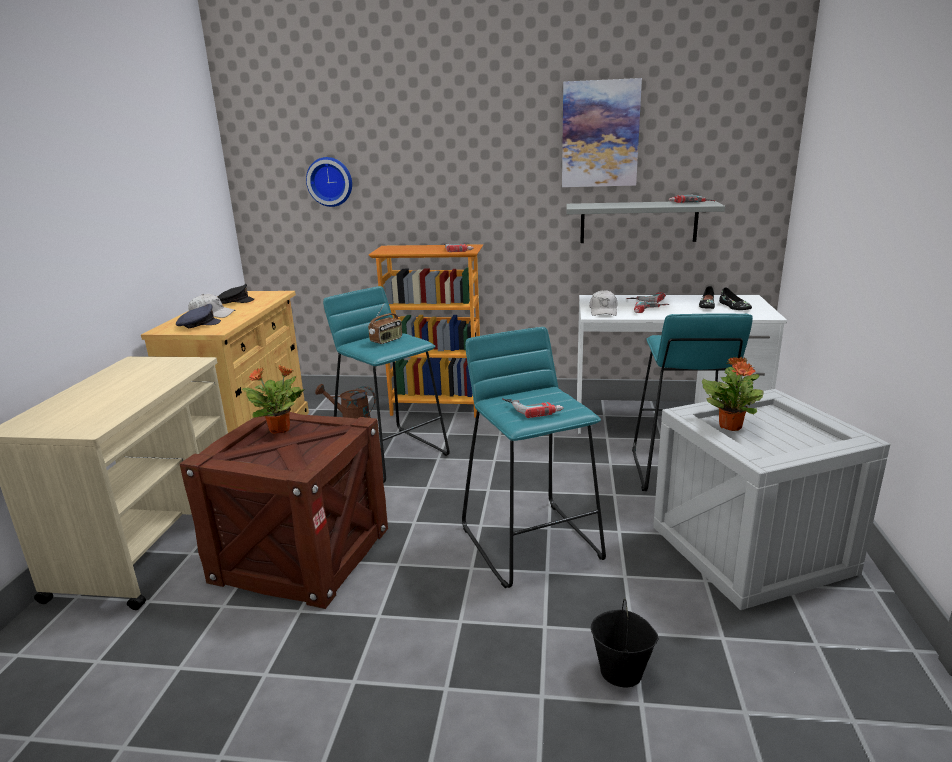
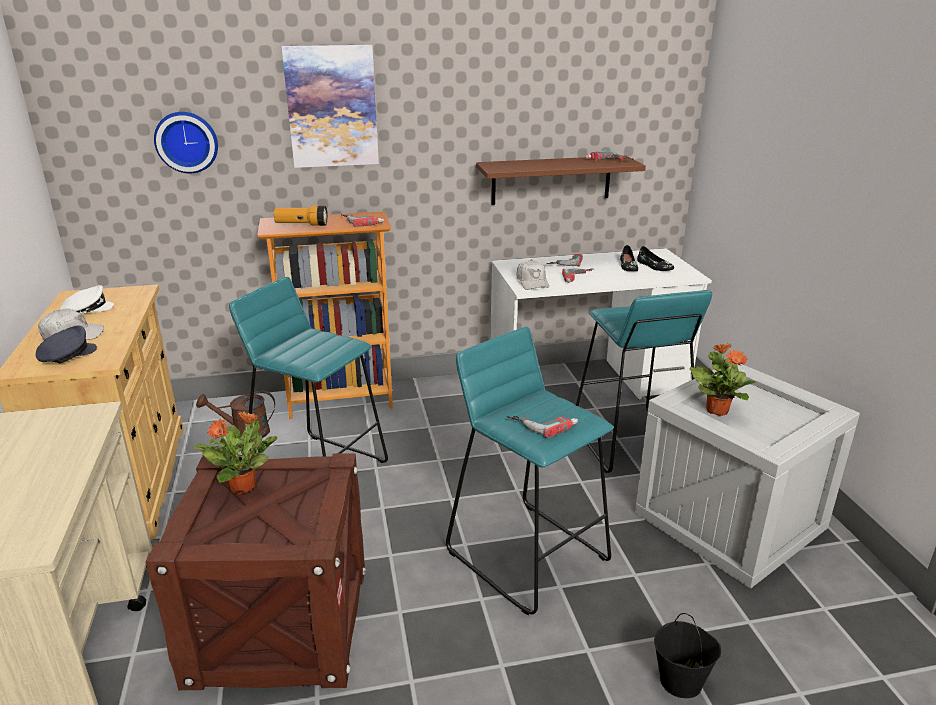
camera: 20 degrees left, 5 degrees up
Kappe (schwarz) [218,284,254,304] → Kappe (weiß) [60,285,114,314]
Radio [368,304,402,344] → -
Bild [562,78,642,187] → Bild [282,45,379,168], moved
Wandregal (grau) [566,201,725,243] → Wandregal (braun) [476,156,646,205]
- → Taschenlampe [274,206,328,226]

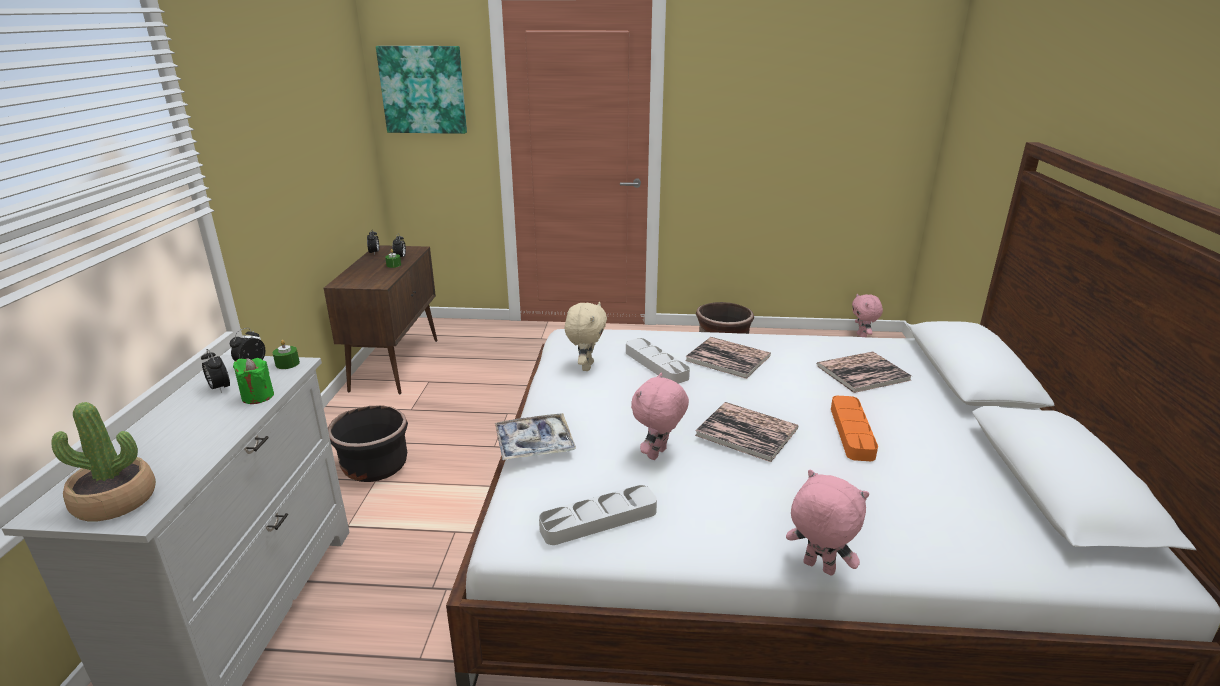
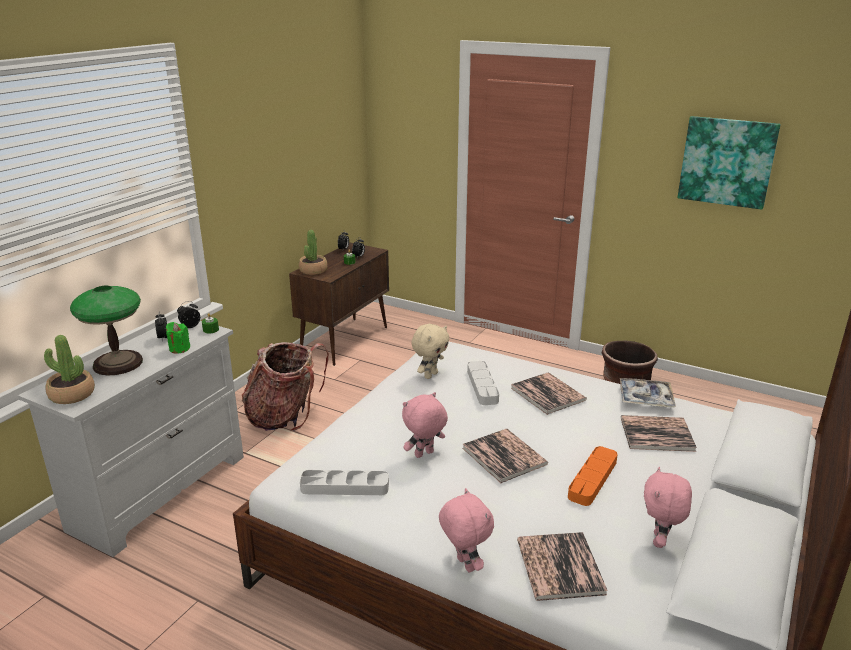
camera: 25 degrees right, 0 degrees up
Pflanzkübel (schwarz) [328,405,408,482] → Rucksack [242,342,329,431]
Bild [376,46,467,134] → Bild [678,116,781,210], moved
Tablett [495,413,576,460] → Tablett [620,378,676,408], moved
Plüschtier (rosa) [852,294,883,337] → Plüschtier (rosa) [644,467,692,548], moved
- → Tischlampe [70,286,143,376]
- → Topfpflanze [299,230,327,275]
- → Buch [517,532,608,601]

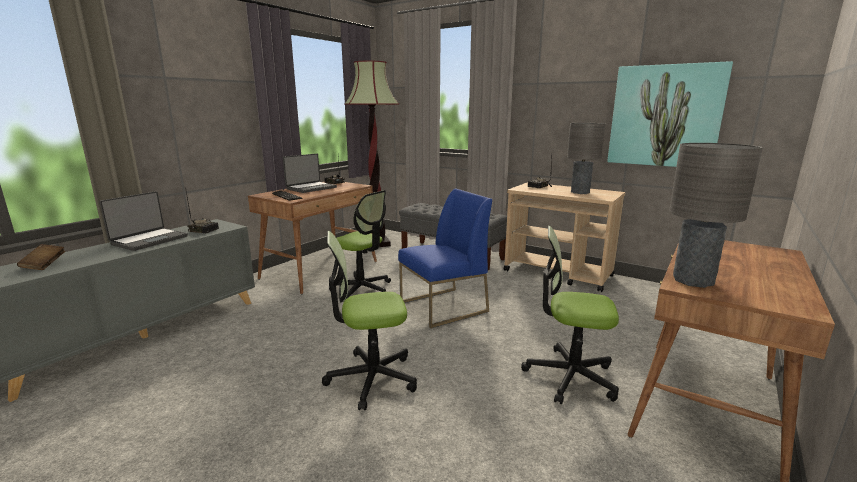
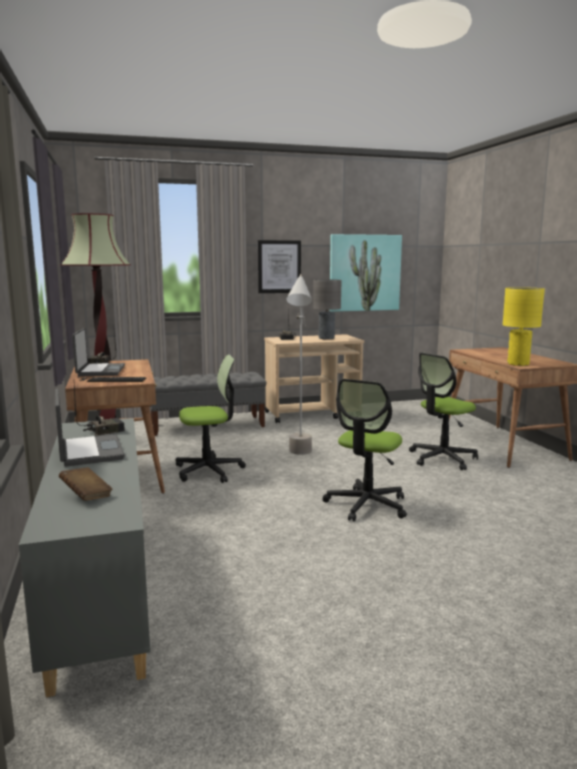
camera: 50 degrees left, 5 degrees down
Stuhl (blau) [398,188,492,328] → Stehlampe (grau) [286,274,312,455]
Tischlampe (grau) [669,143,763,288] → Tischlampe (gelb) [503,287,545,366]
- → Bild [258,240,301,293]

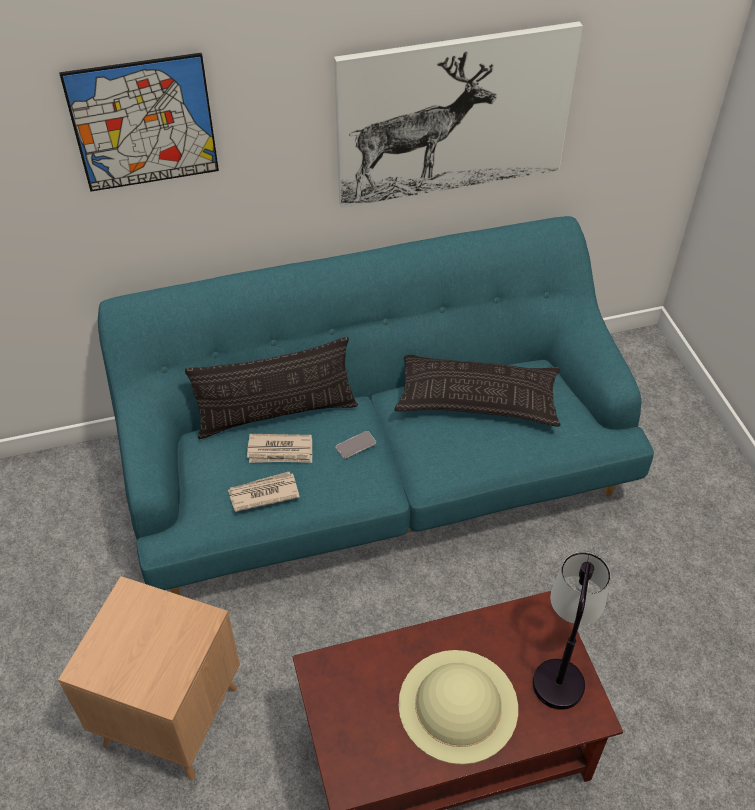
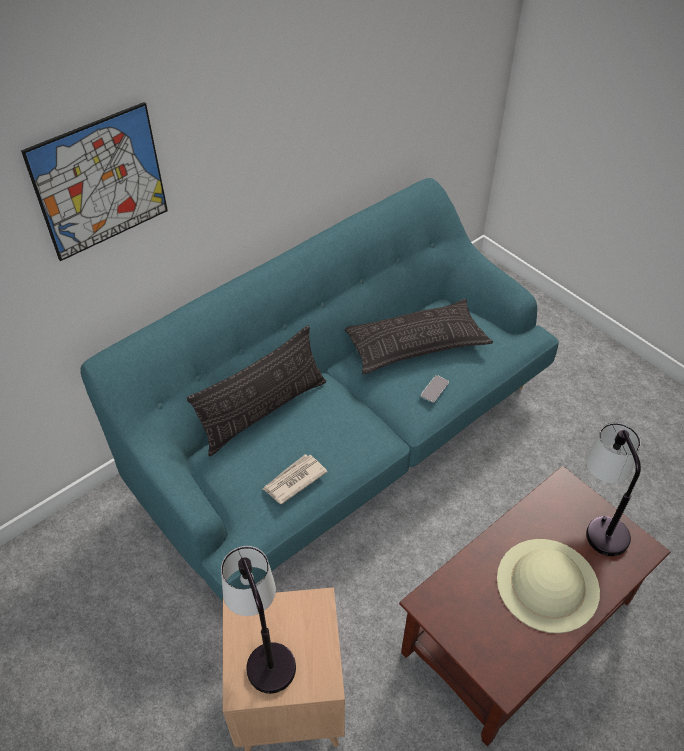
camera: 25 degrees left, 0 degrees up
Zeitung [247,434,312,463] → -
Bild [334,22,583,208] → -
Handy [336,431,376,459] → Handy [421,375,449,403], moved
- → Tischlampe [221,546,296,694]

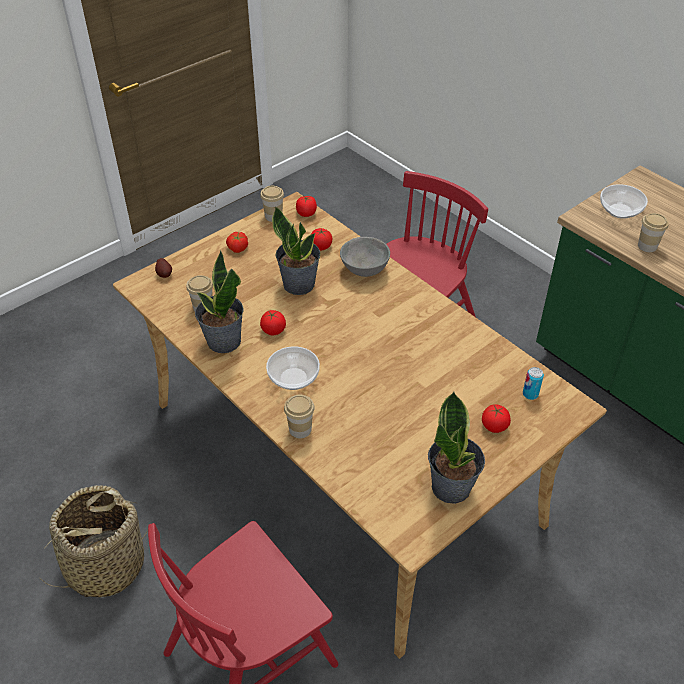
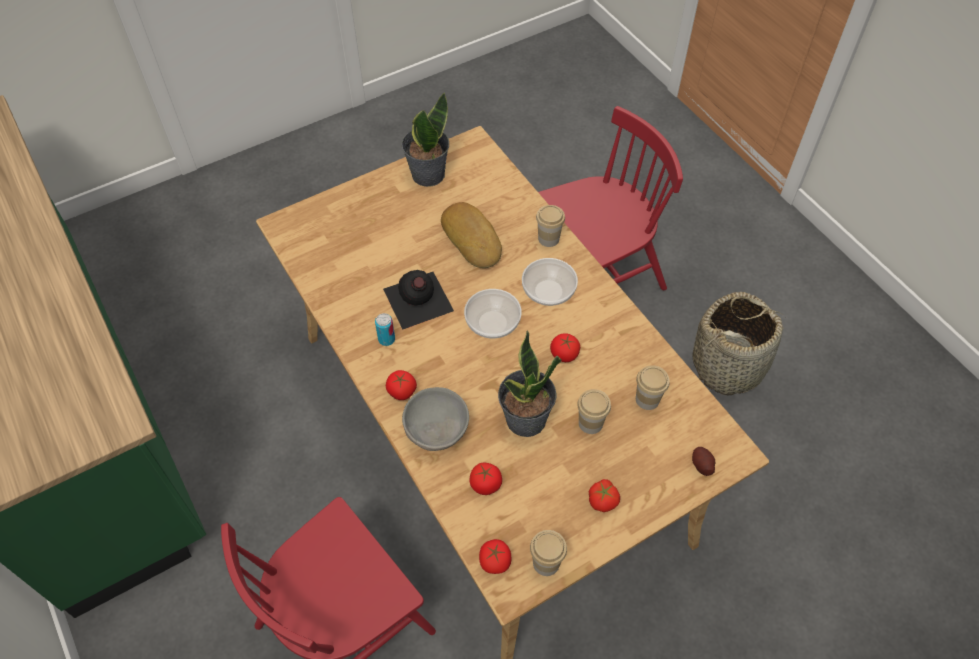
camera: 170 degrees left, 10 degrees up
Topfpflanze [195,250,243,353] → -
Tomate [482,404,511,433] → Tomate [386,370,417,400], moved
Dose [523,367,544,400] → Dose [375,313,395,346], moved
Schüssel [600,184,648,219] → Schüssel [464,289,522,338], moved
Tasse [638,213,669,252] → Tasse [577,389,611,434], moved
- → Flasche (schwarz) [383,270,454,330]
- → Brot [441,202,502,268]

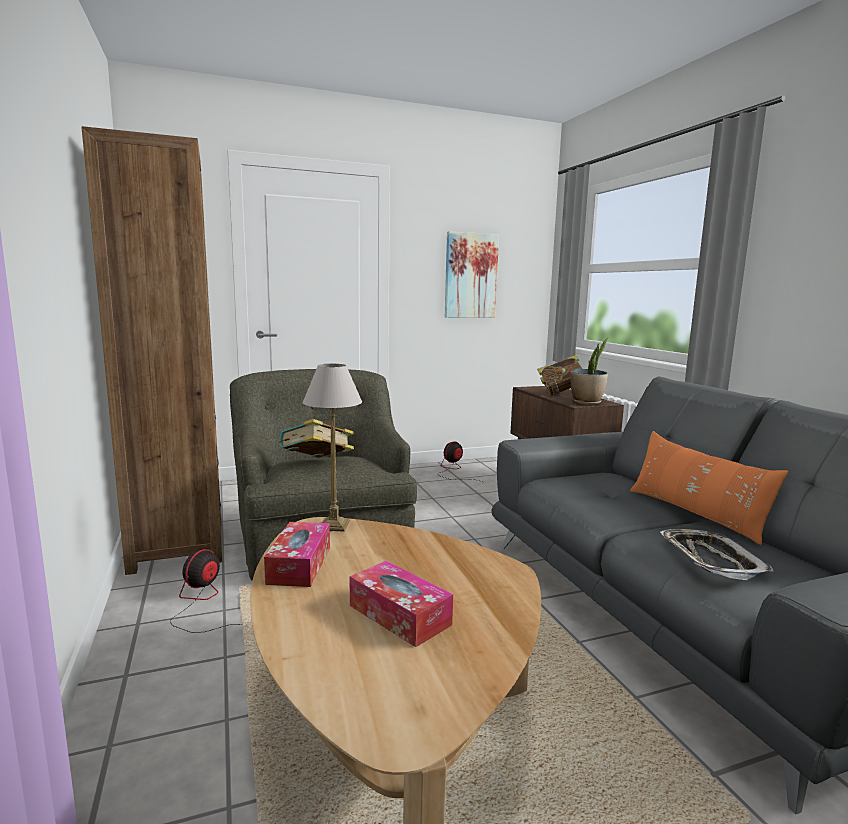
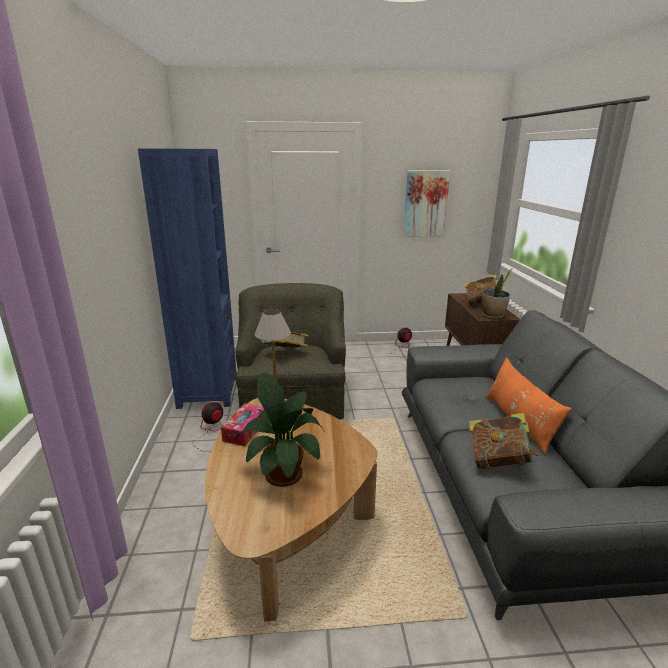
camera: 15 degrees right, 10 degrees up
Bücherregal (braun) [81,126,222,575] → Bücherregal (blau) [138,148,237,409]
Taschentuchbox [350,561,453,647] → Topfpflanze [235,373,325,487]
Tablett [660,529,774,580] → Buch [469,413,538,469]

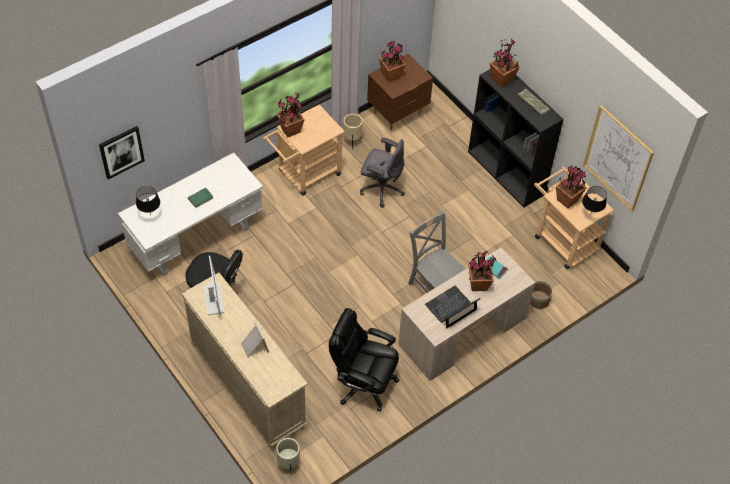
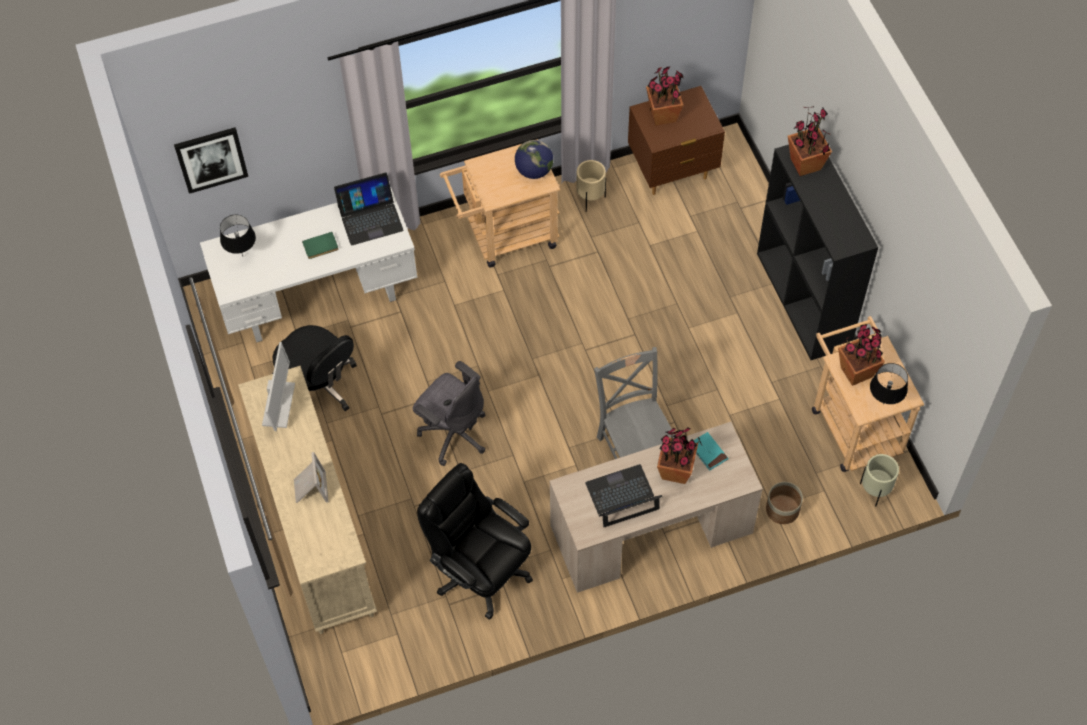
camera: 20 degrees right, 5 degrees up
Topfpflanze [276,92,305,137] → -
Pflanzkübel (beige) [276,438,300,475] → Pflanzkübel (beige) [860,454,899,507], moved
Bürostuhl (grau) [360,138,405,208] → Bürostuhl (grau) [413,361,486,466], moved
Tastatur [517,89,551,117] → -
Bild [583,105,654,211] → -
- → Laptop [334,172,403,245]
- → Globus [515,140,553,179]

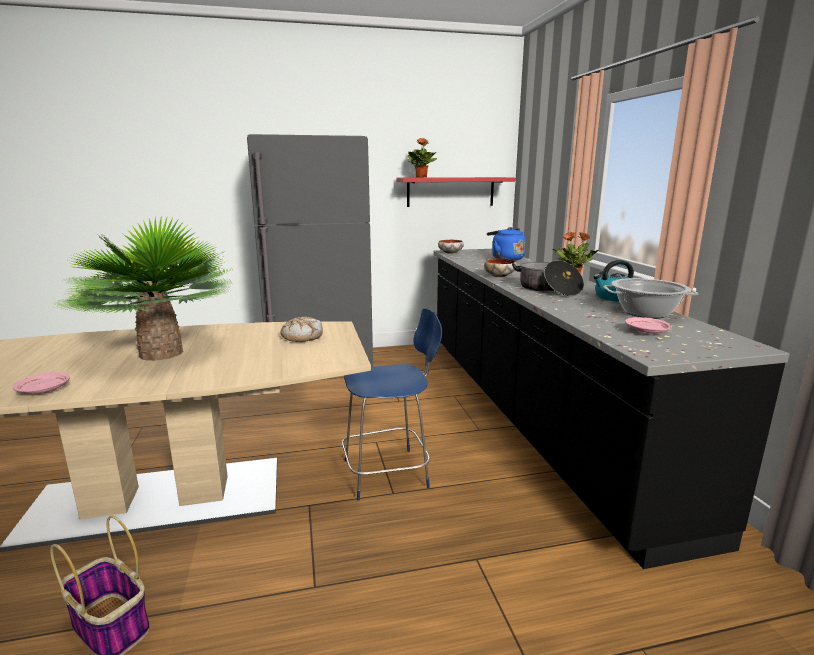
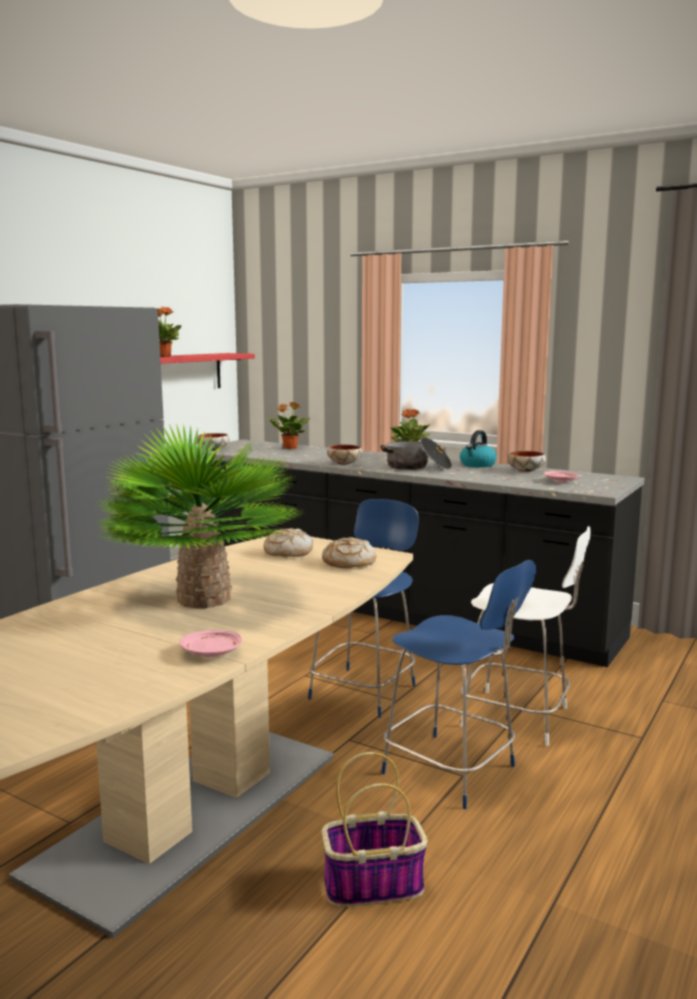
camera: 45 degrees left, 5 degrees down
Wasserkessel (blau) [487,227,526,260] → Topfpflanze [268,402,310,449]
Kochtopf [604,278,699,318] → Schüssel [507,451,546,472]
- → Brot [322,537,376,568]
- → Stuhl (blau) [381,560,536,809]
- → Stuhl (weiß) [461,526,591,746]

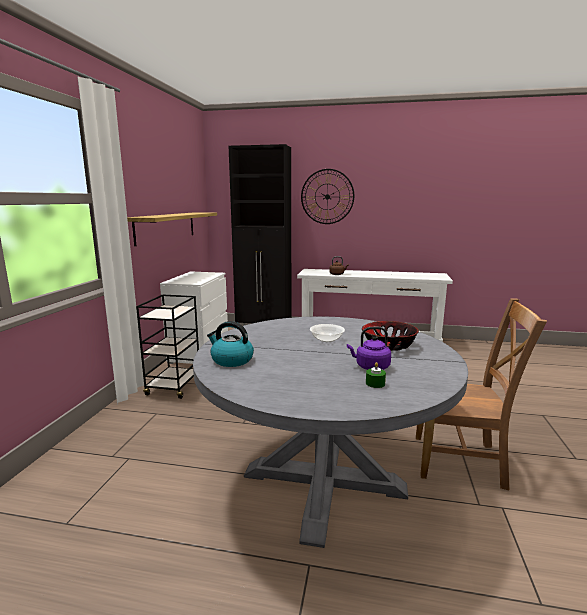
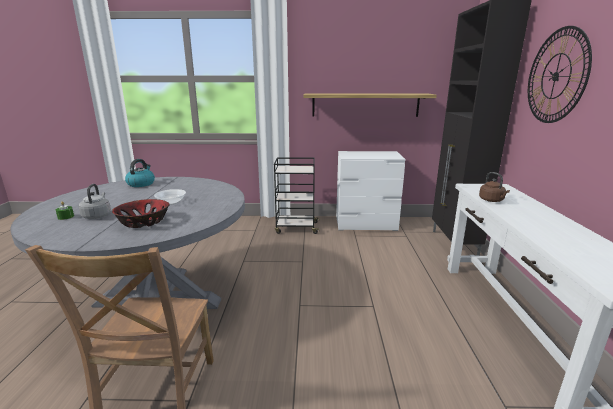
camera: 80 degrees right, 5 degrees up
Wasserkessel (lila) [347,327,391,370] → Wasserkessel (grau) [79,184,111,219]

